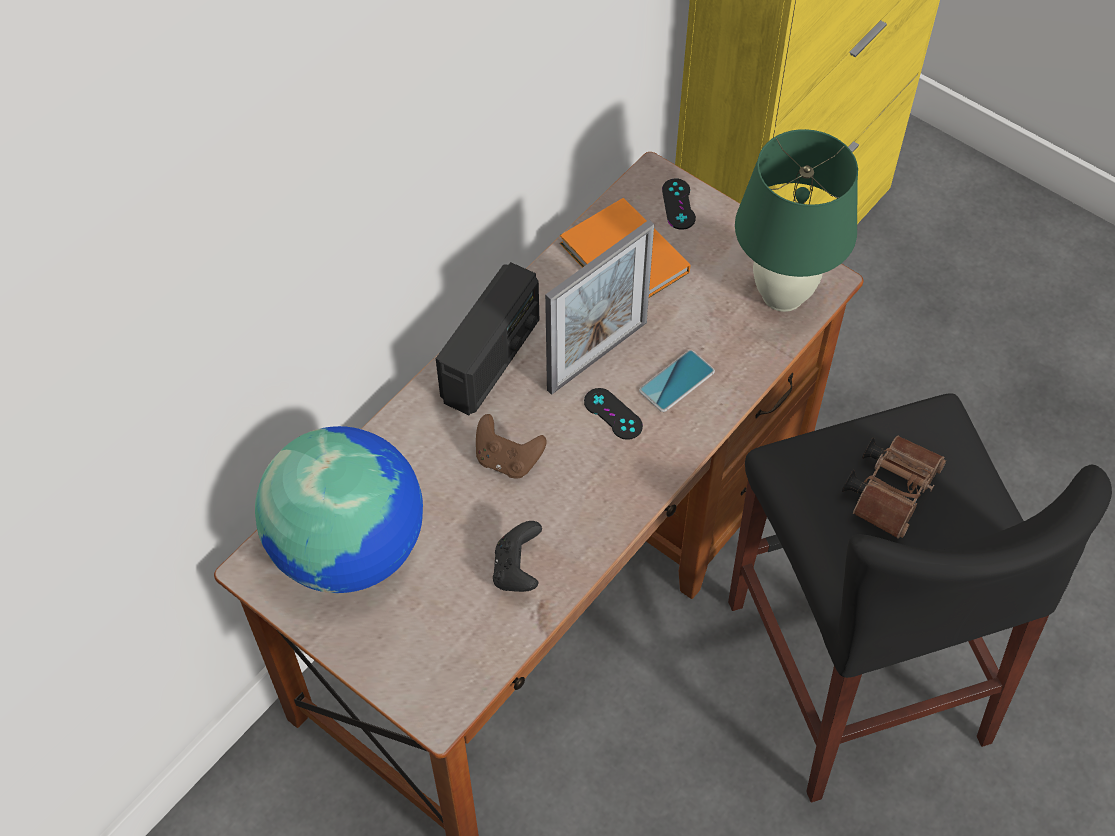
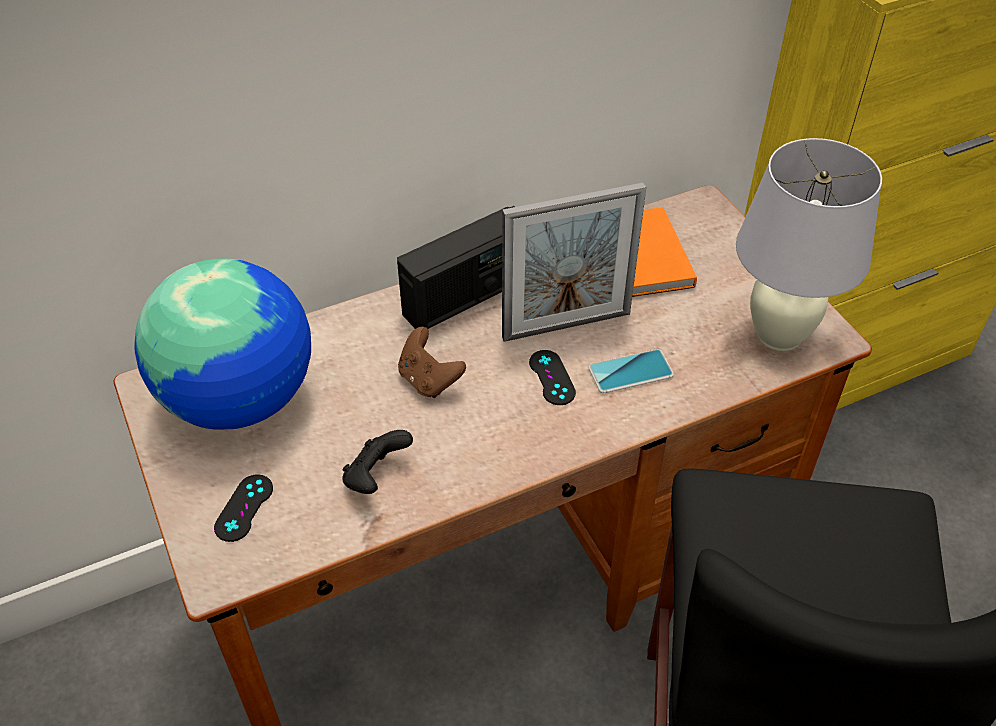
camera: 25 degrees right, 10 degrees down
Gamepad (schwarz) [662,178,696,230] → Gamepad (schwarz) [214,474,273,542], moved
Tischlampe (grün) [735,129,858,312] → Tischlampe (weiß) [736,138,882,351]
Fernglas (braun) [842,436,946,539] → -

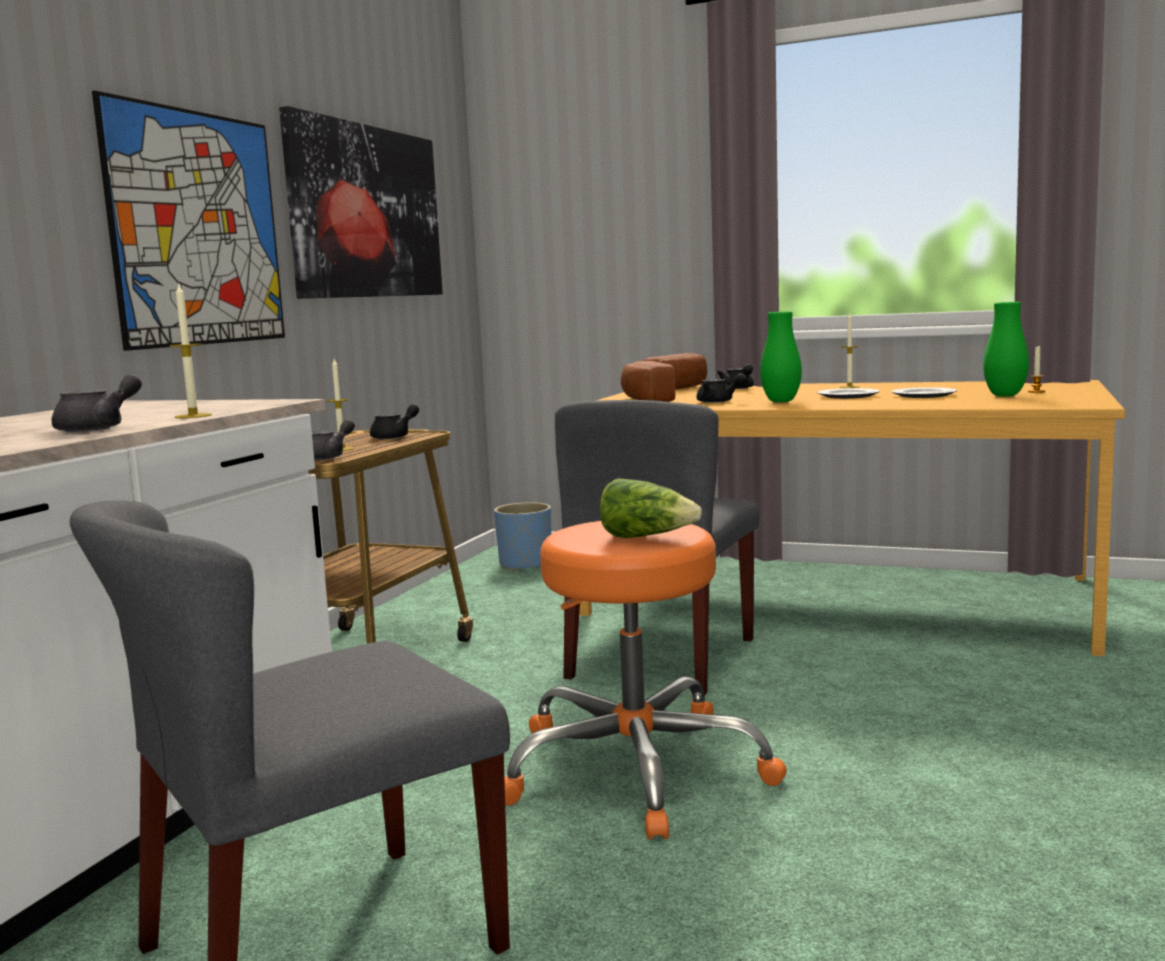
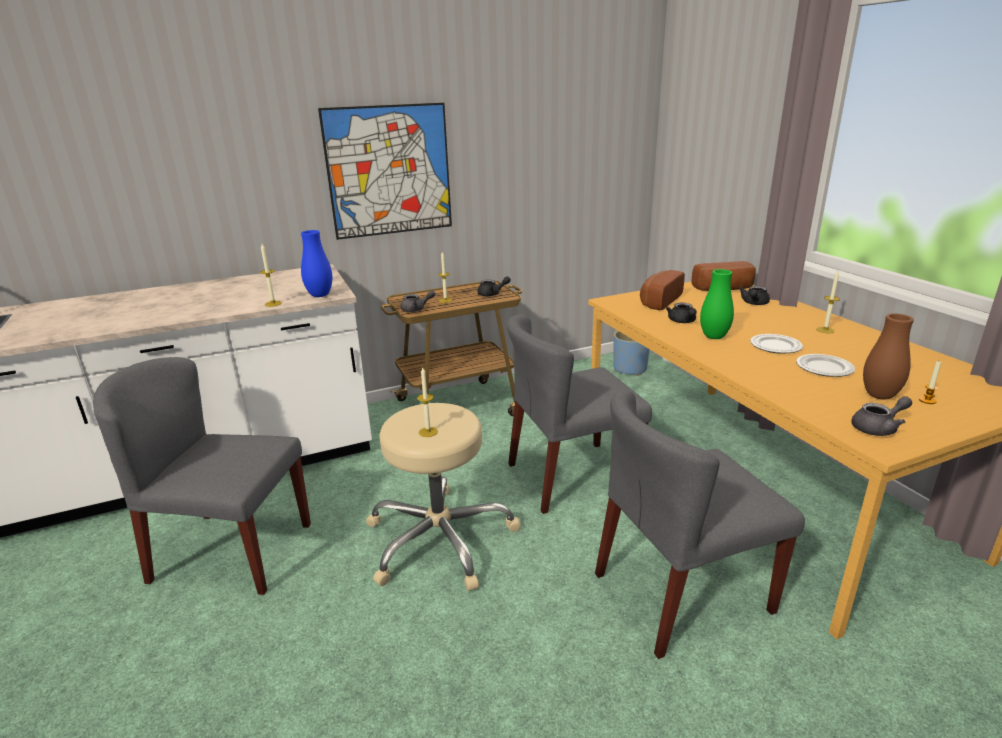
camera: 45 degrees right, 15 degrees up
Teekanne (grau) [52,374,142,432] → Teekanne (grau) [851,396,912,436], moved
Bild [279,106,443,299] → -
Hocker (orange) [505,521,787,840] → Hocker (beige) [366,403,521,591]
Salatkopf [600,478,702,538] → Kerze [417,366,438,437]
Vase (grün) [983,302,1029,396] → Vase (braun) [863,313,914,399]
- → Vase (blau) [301,230,332,297]
- → Stuhl (grau) [595,390,805,659]

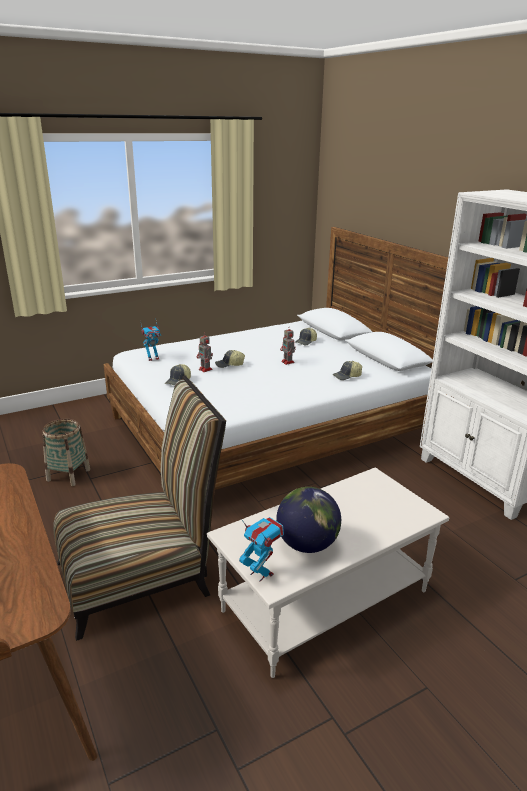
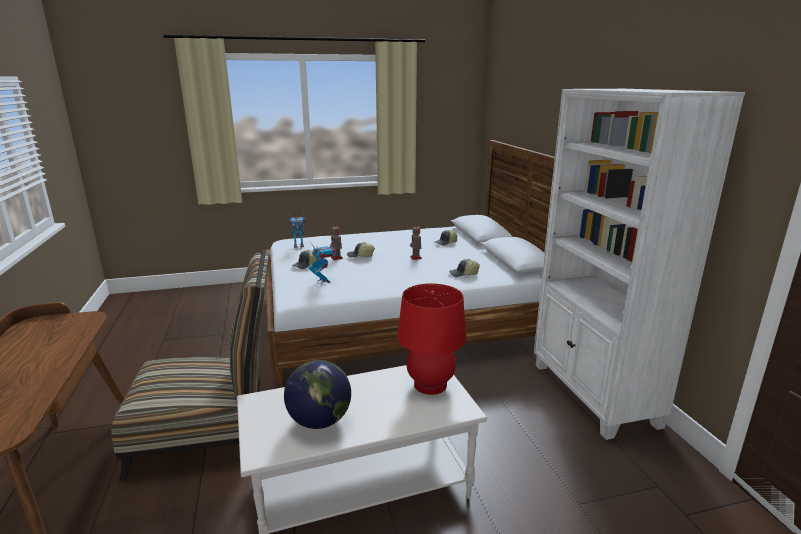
camera: 15 degrees right, 5 degrees down
Korb [42,419,90,486] → -
Spielzeugroboter [239,517,284,581] → Spielzeugroboter [309,242,336,284], moved
- → Tischlampe (rot) [397,284,466,395]

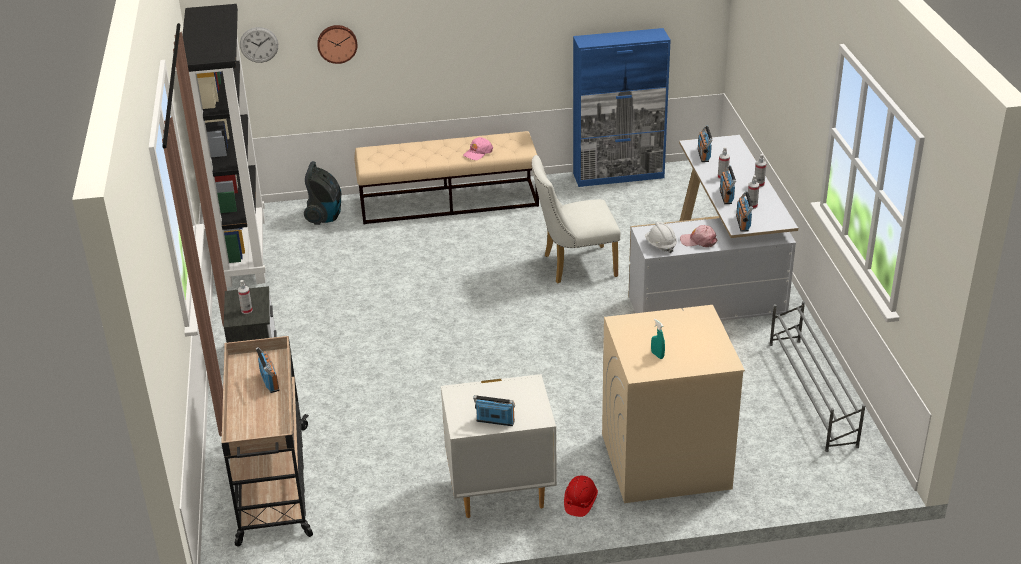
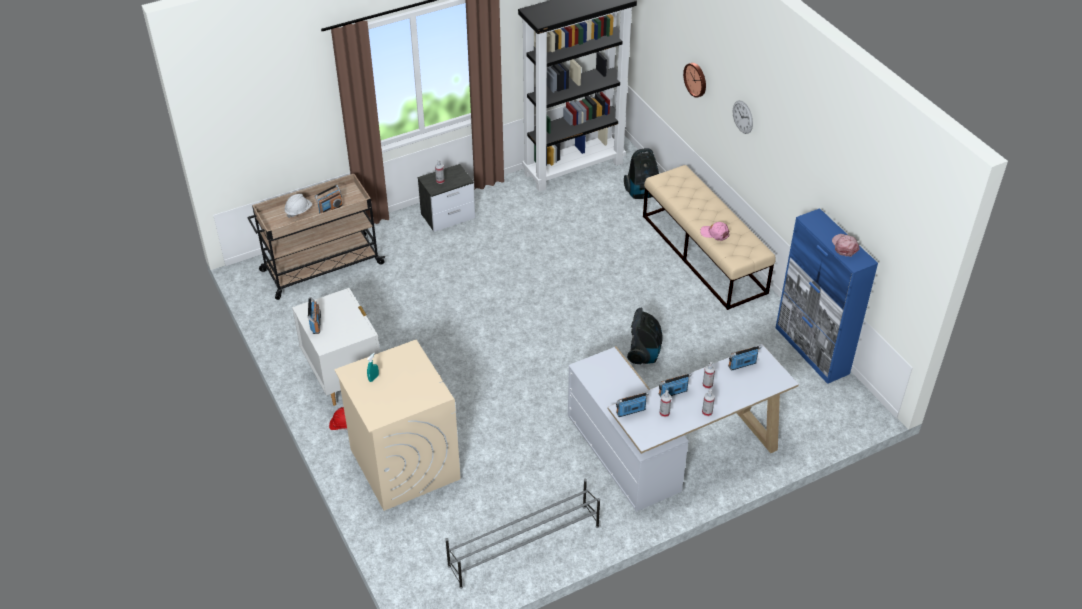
camera: 70 degrees right, 10 degrees up
Wanduhr [240,27,278,63] → Wanduhr [733,100,753,134], moved
Stuhl (weiß) [531,155,621,283] → Staubsauger [627,308,663,364]
Schutzhelm (weiß) [645,222,677,253] → Schutzhelm (weiß) [284,194,312,218], moved
Kappe (rosa) [680,225,717,247] → Kappe (rosa) [832,234,860,257], moved

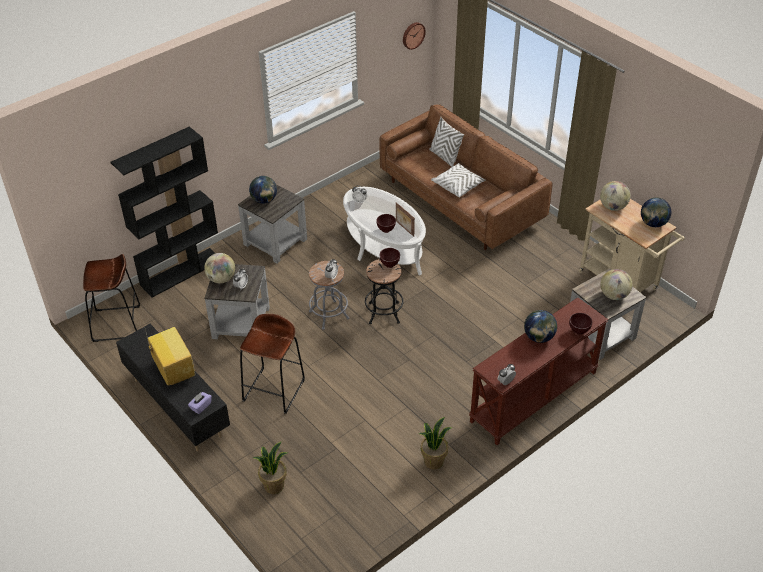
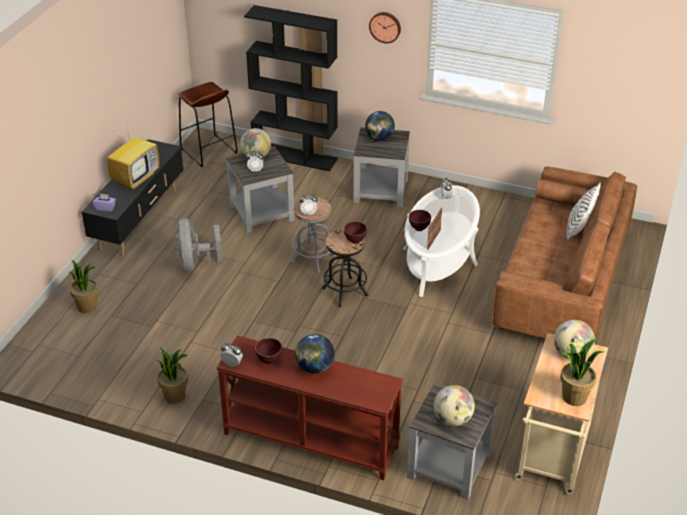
camera: 60 degrees right, 5 degrees down
Hocker (braun) [240,314,305,414] → Ventilator (grau) [175,219,223,272]
Wanduhr [403,22,426,50] → Wanduhr [369,12,401,43], moved
Kissen (weiß) [431,163,486,198] → -
Schüssel (braun) [569,313,592,335] → Schüssel (braun) [255,338,282,364], moved
Globus [641,197,671,227] → Topfpflanze [560,338,604,406]

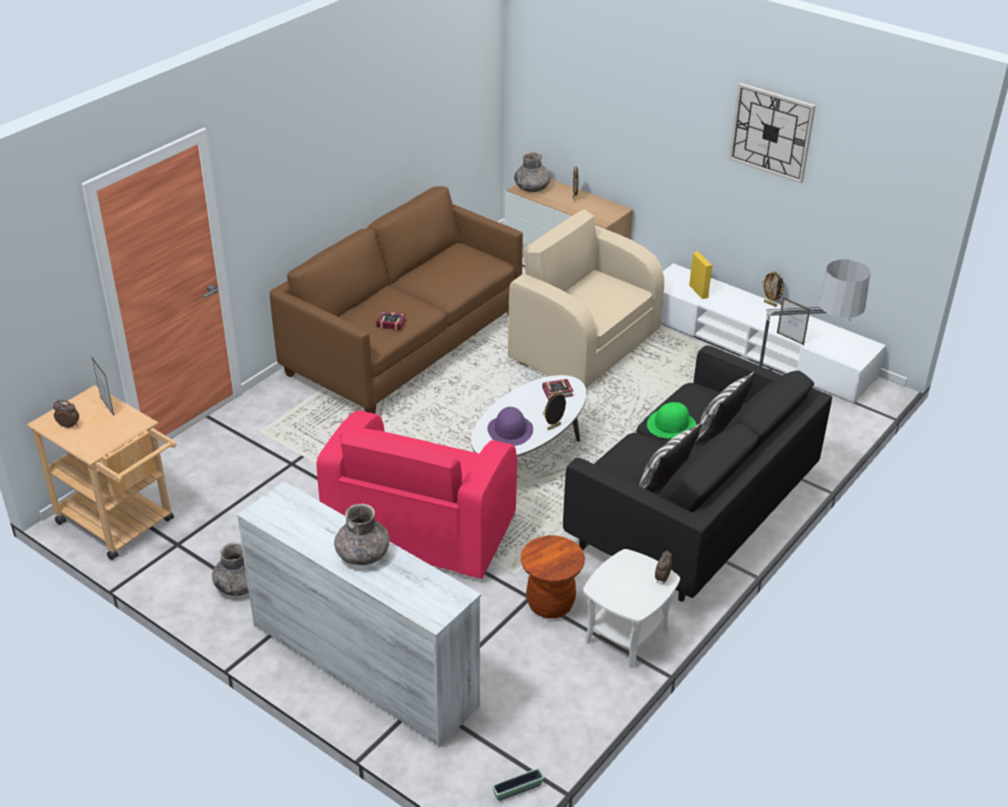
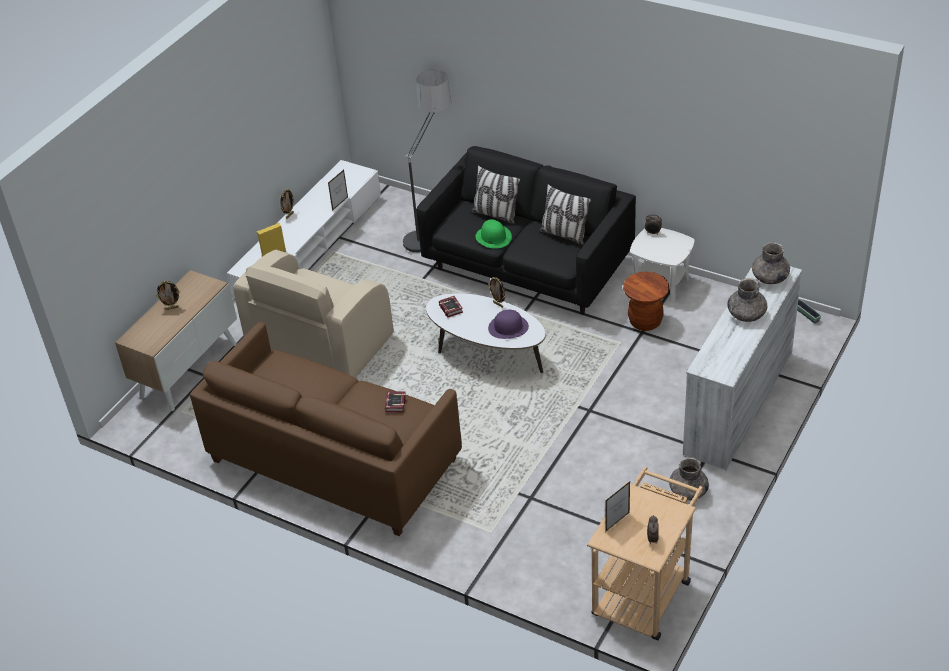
camera: 95 degrees left, 5 degrees up
Sessel (rosa) [316,410,517,579] → -
Vase (grau) [514,151,551,192] → Vase (grau) [752,242,790,284], moved
Wanduhr [729,83,816,183] → -

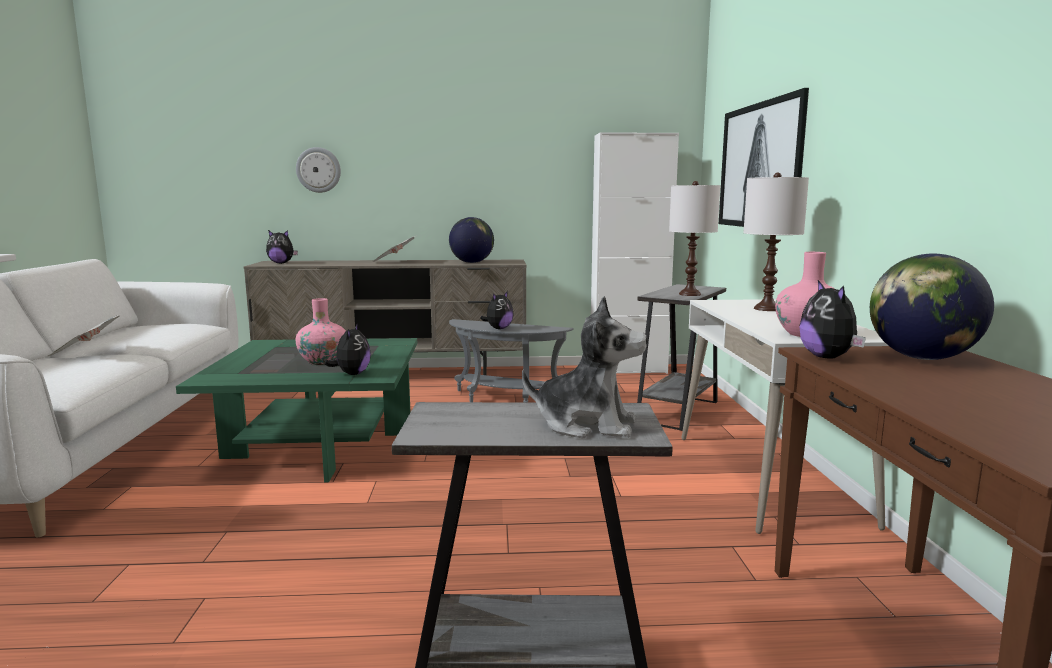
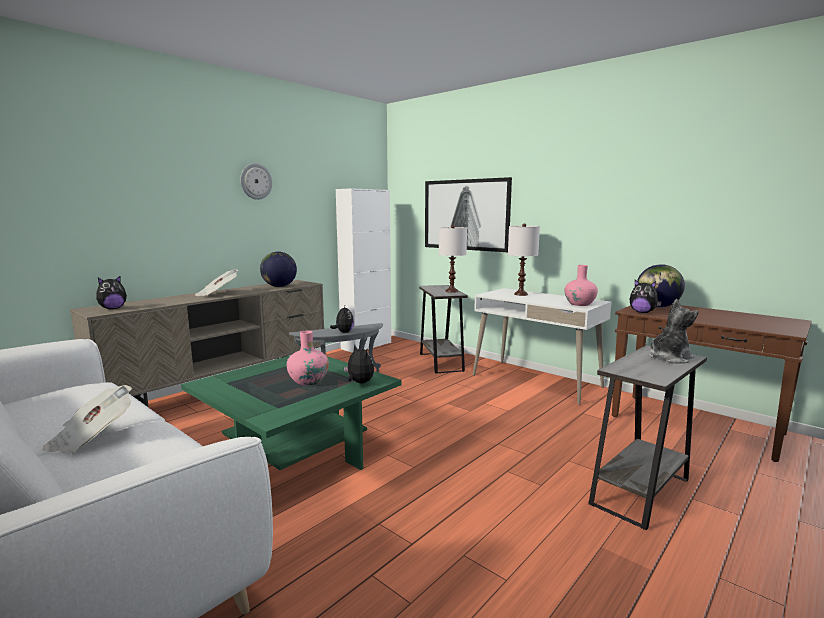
camera: 45 degrees left, 0 degrees up
Wanduhr [296,147,341,193] → Wanduhr [240,163,272,200], moved

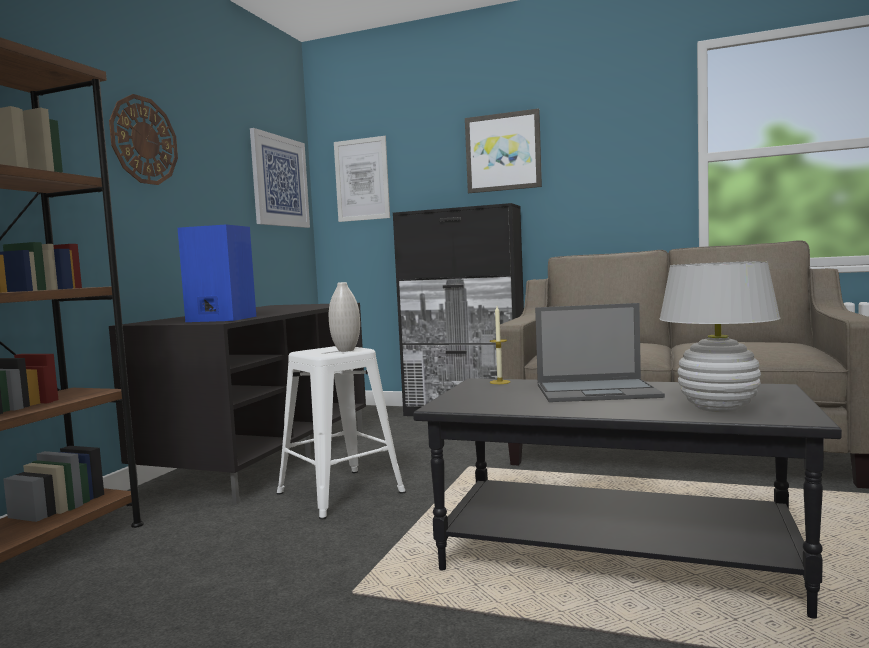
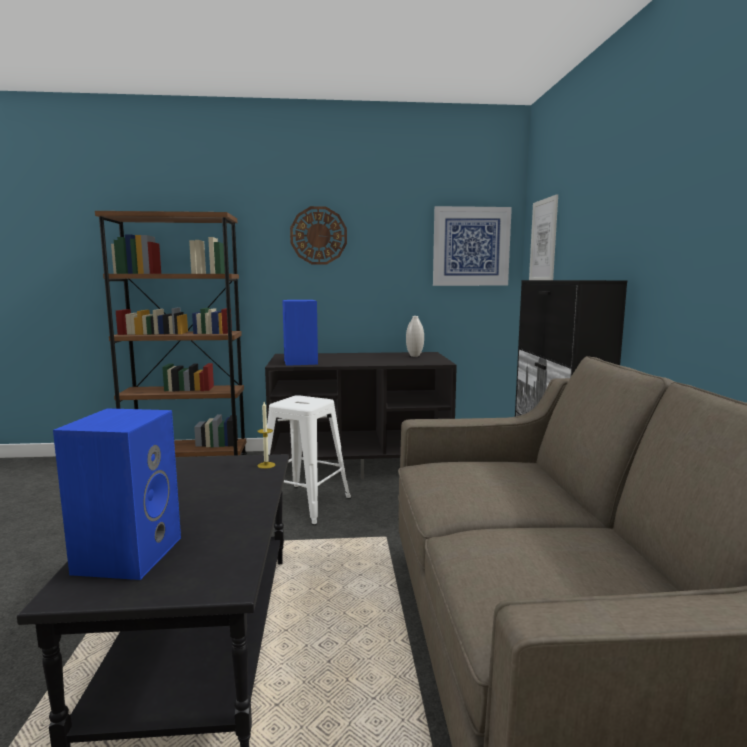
camera: 65 degrees right, 5 degrees up
Vase (weiß) [329,282,360,352] → Vase (weiß) [406,316,424,357], moved
Bild [465,108,542,193] → -
Laptop [535,303,665,402] → -
Tischlampe (weiß) [660,261,781,412] → Lautsprecher (blau) [53,408,181,580]

